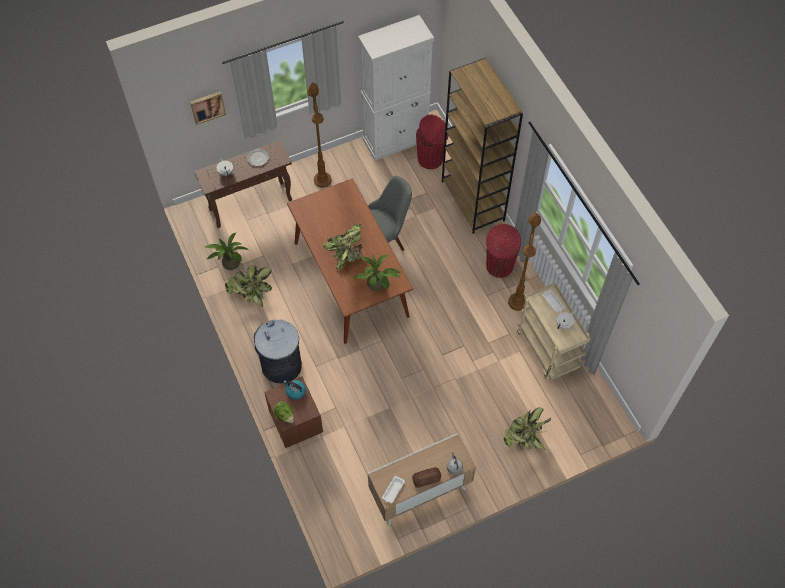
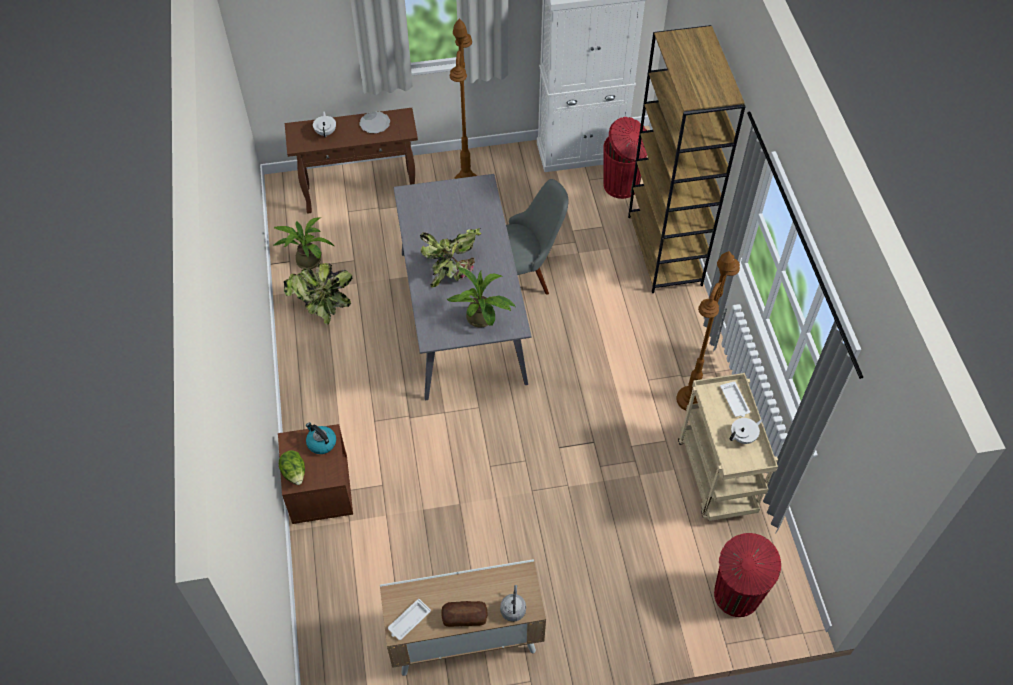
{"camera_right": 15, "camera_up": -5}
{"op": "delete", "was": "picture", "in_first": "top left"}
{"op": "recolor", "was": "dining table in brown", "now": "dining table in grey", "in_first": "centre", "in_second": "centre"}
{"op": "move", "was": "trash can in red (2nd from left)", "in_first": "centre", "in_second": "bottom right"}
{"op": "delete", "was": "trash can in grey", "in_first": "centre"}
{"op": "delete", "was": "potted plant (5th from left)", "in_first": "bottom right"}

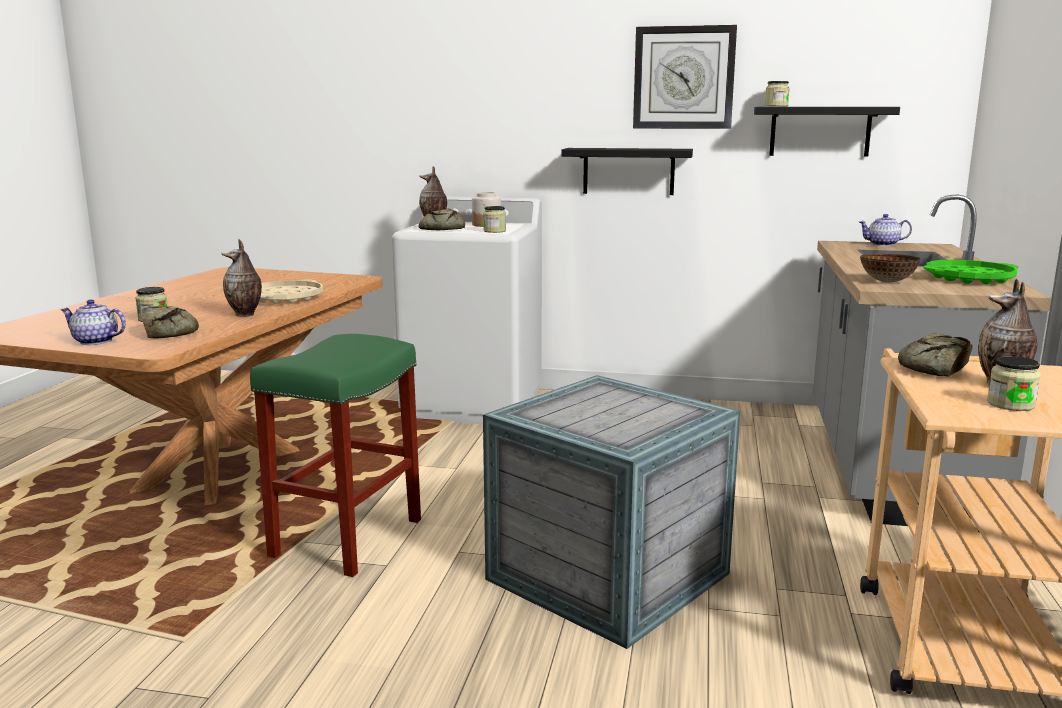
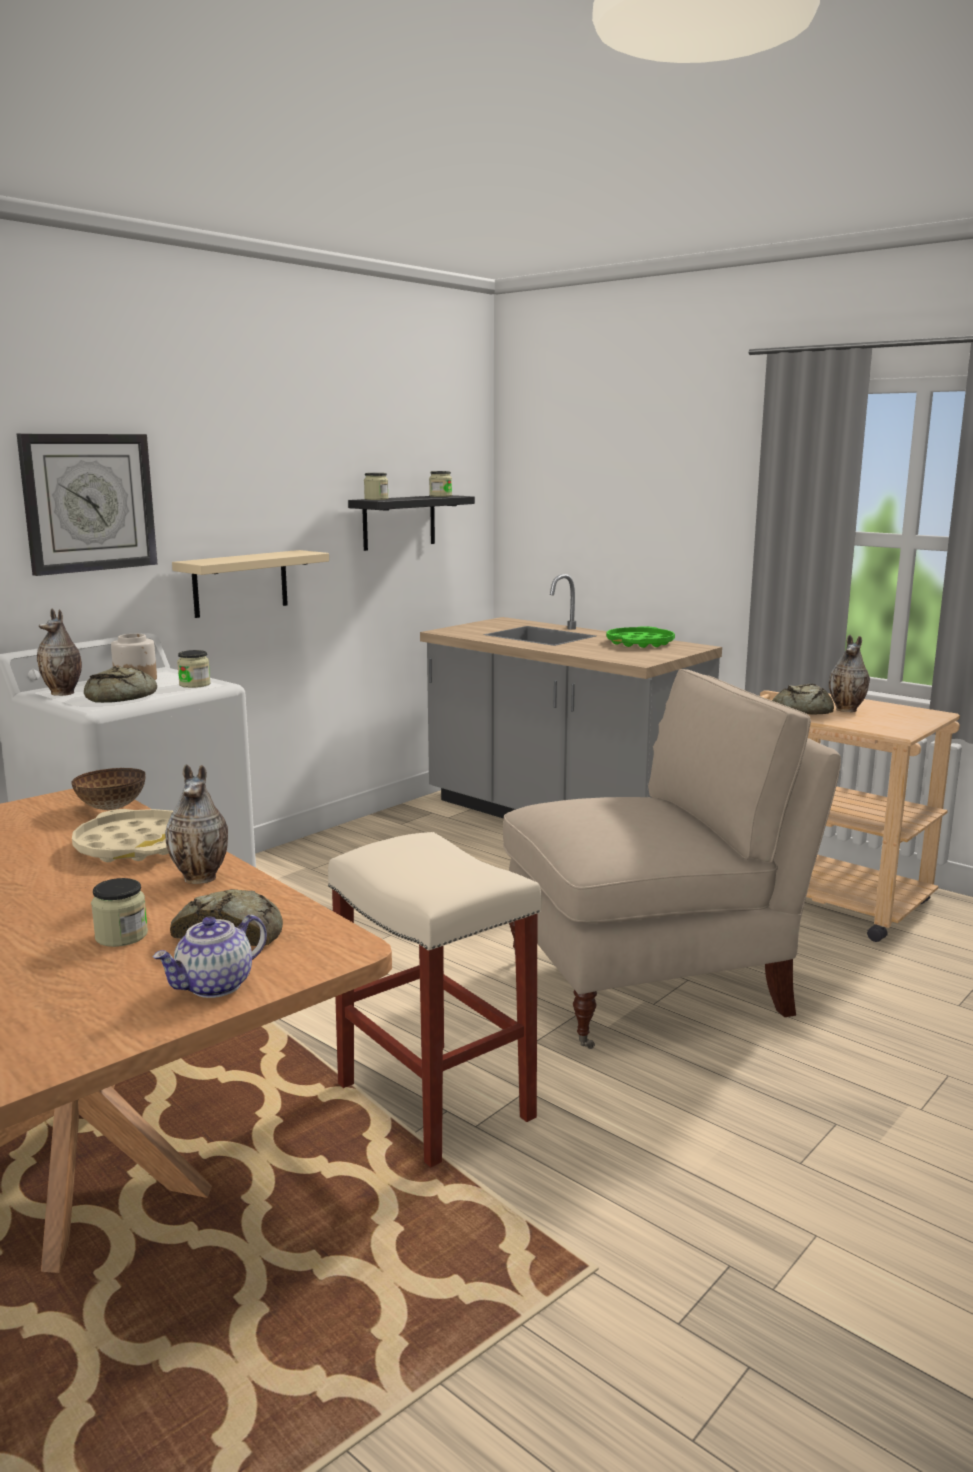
{"camera_right": -60, "camera_up": 0}
{"op": "move", "was": "wall clock", "in_first": "top centre", "in_second": "middle left"}
{"op": "recolor", "was": "shelf in black (1st from left)", "now": "shelf in beige", "in_first": "top centre", "in_second": "middle left"}
{"op": "delete", "was": "teapot (2nd from left)", "in_first": "top right"}
{"op": "move", "was": "bowl", "in_first": "middle right", "in_second": "middle left"}
{"op": "recolor", "was": "stool in green", "now": "stool in beige", "in_first": "middle left", "in_second": "bottom centre"}
{"op": "move", "was": "jar (5th from left)", "in_first": "middle right", "in_second": "top centre"}
{"op": "replace", "was": "crate", "now": "chair in beige", "in_first": "bottom centre", "in_second": "middle right"}

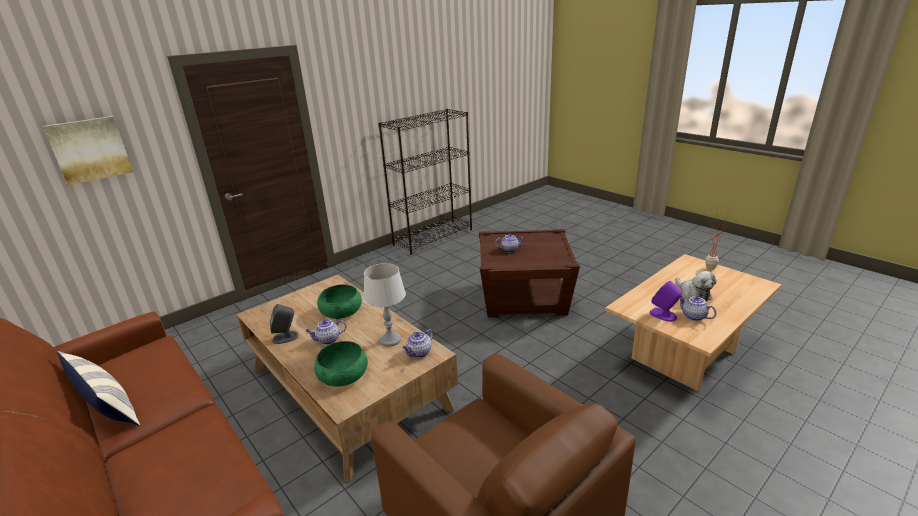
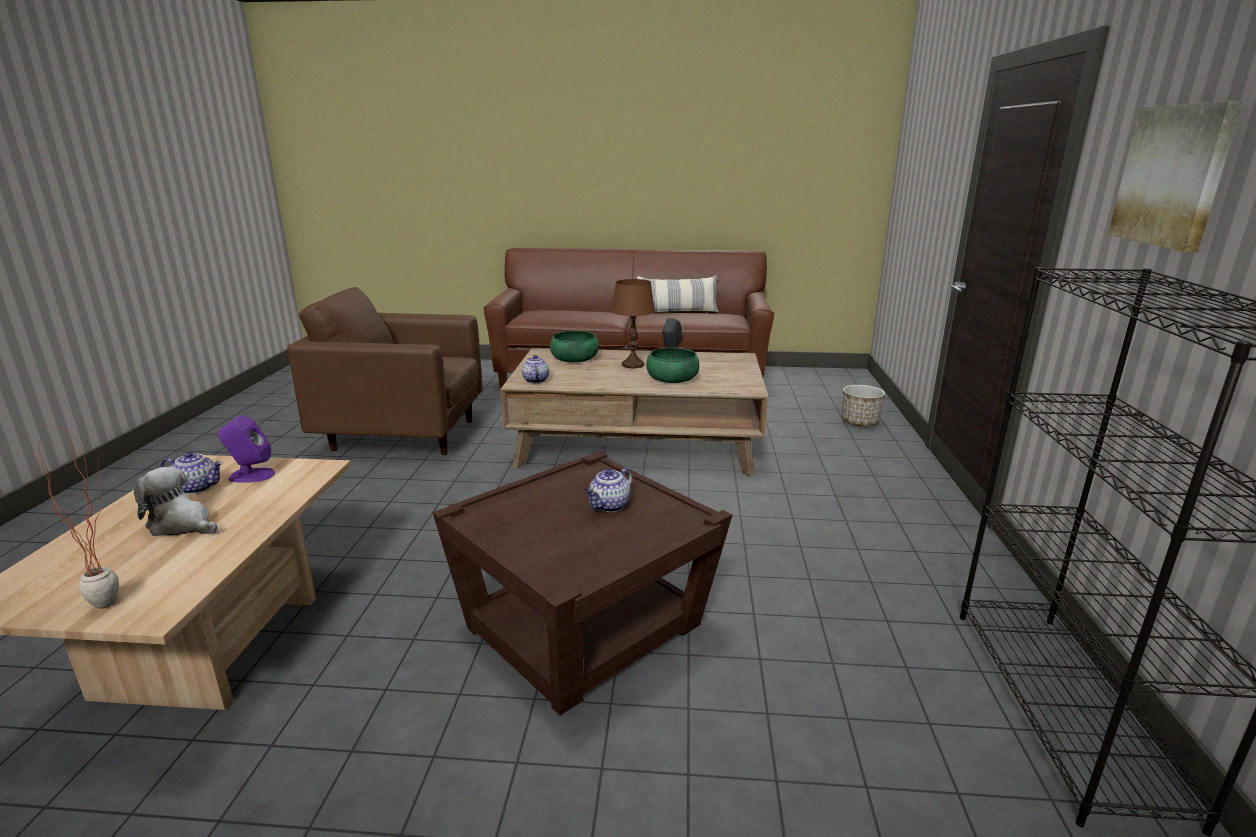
{"camera_right": 135, "camera_up": -5}
{"op": "move", "was": "picture", "in_first": "top left", "in_second": "top right"}
{"op": "delete", "was": "table lamp in grey", "in_first": "centre"}
{"op": "replace", "was": "teapot (1st from left)", "now": "table lamp in brown", "in_first": "centre", "in_second": "centre"}
{"op": "insert", "now": "planter", "in_second": "middle right"}

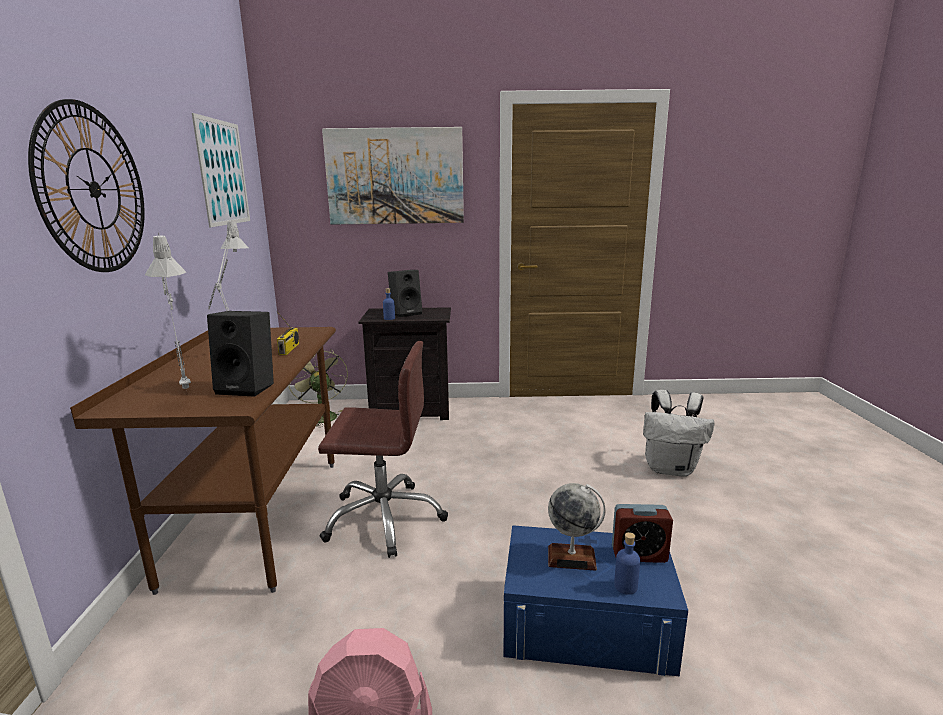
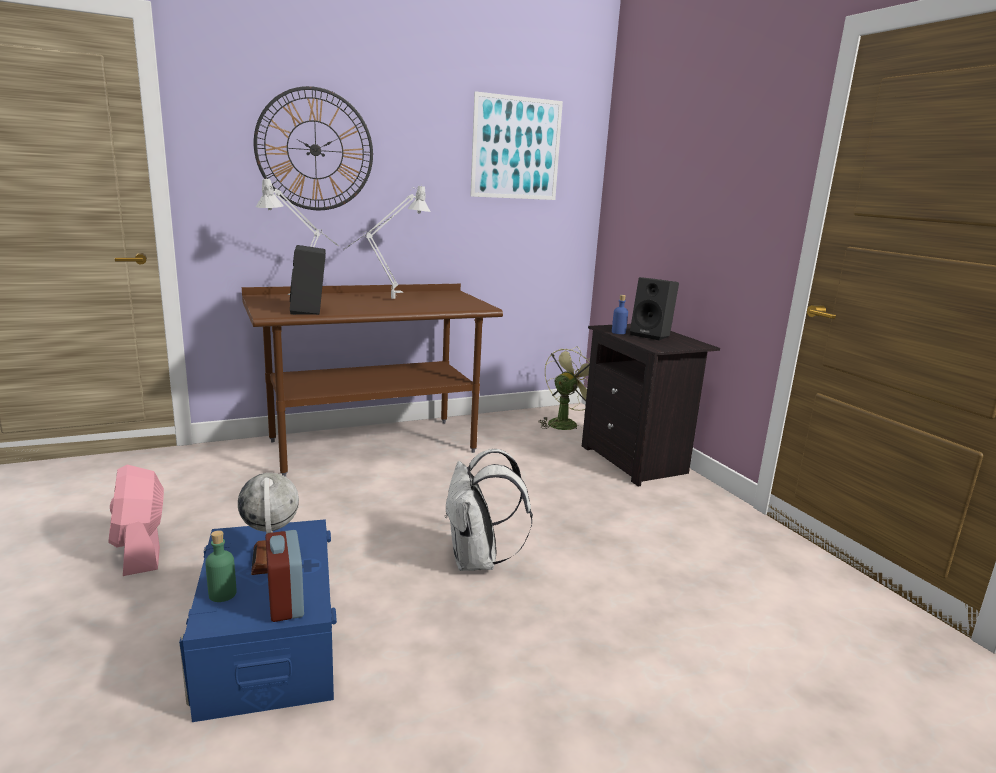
{"camera_right": 65, "camera_up": 0}
{"op": "delete", "was": "picture (2nd from left)", "in_first": "top centre"}
{"op": "delete", "was": "radio", "in_first": "middle left"}
{"op": "delete", "was": "office chair in brown", "in_first": "centre"}
{"op": "move", "was": "backpack in white", "in_first": "middle right", "in_second": "centre"}
{"op": "recolor", "was": "bottle in blue (2nd from left)", "now": "bottle in green", "in_first": "bottom centre", "in_second": "bottom left"}

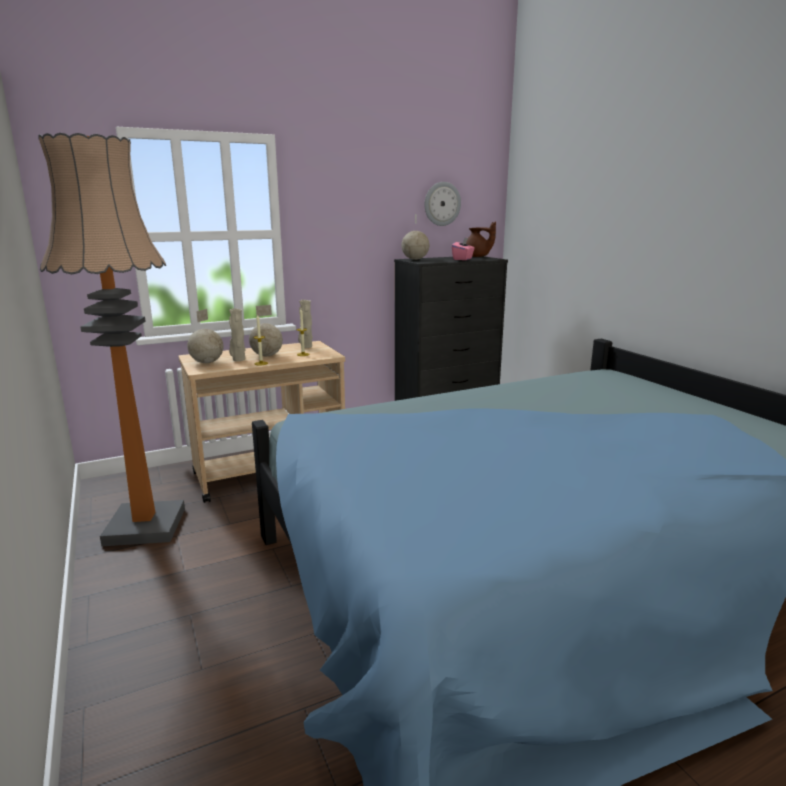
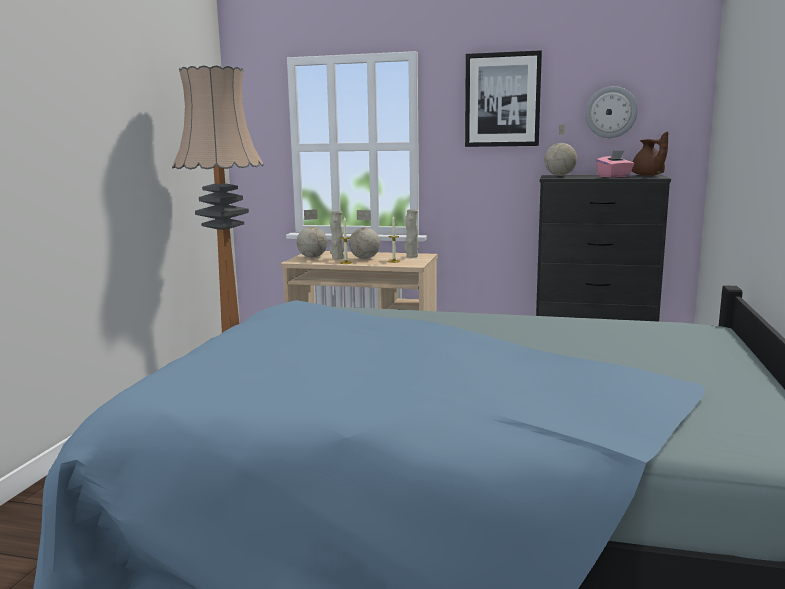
{"camera_right": 40, "camera_up": -5}
{"op": "insert", "now": "picture", "in_second": "top centre"}

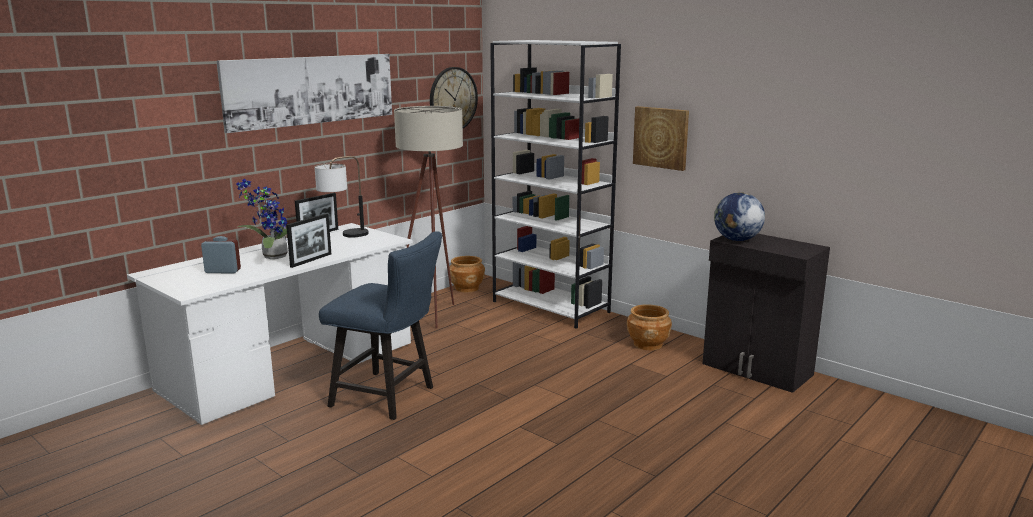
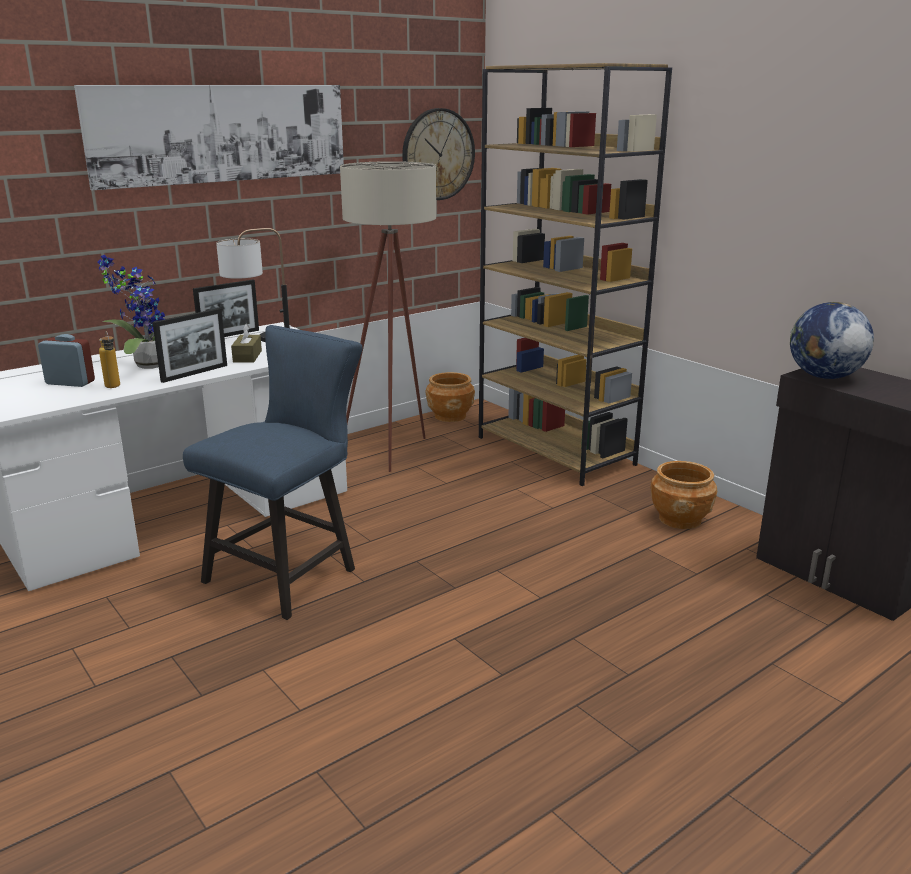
{"camera_right": 10, "camera_up": 5}
{"op": "recolor", "was": "bookcase in white", "now": "bookcase in brown", "in_first": "centre", "in_second": "top centre"}
{"op": "delete", "was": "picture (2nd from left)", "in_first": "top centre"}
{"op": "rotate", "was": "chair in blue", "in_first": "centre", "in_second": "middle left", "clockwise": -90}
{"op": "insert", "now": "tissue box in brown", "in_second": "middle left"}
{"op": "insert", "now": "bottle", "in_second": "middle left"}

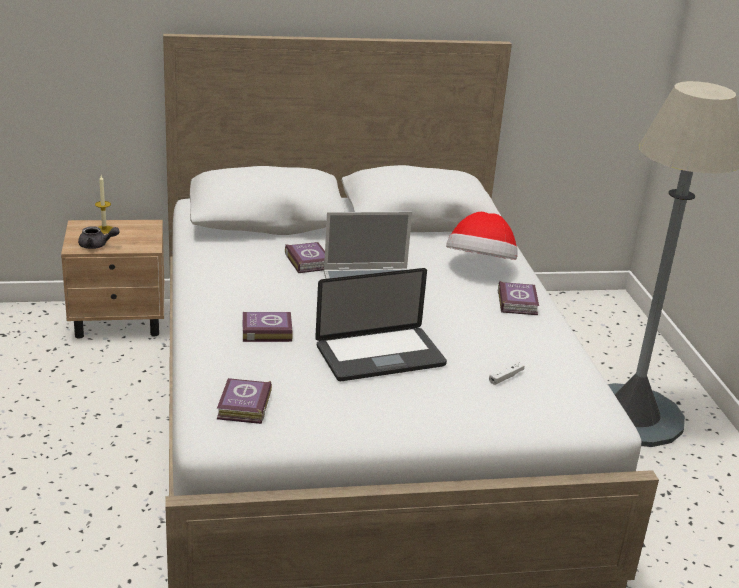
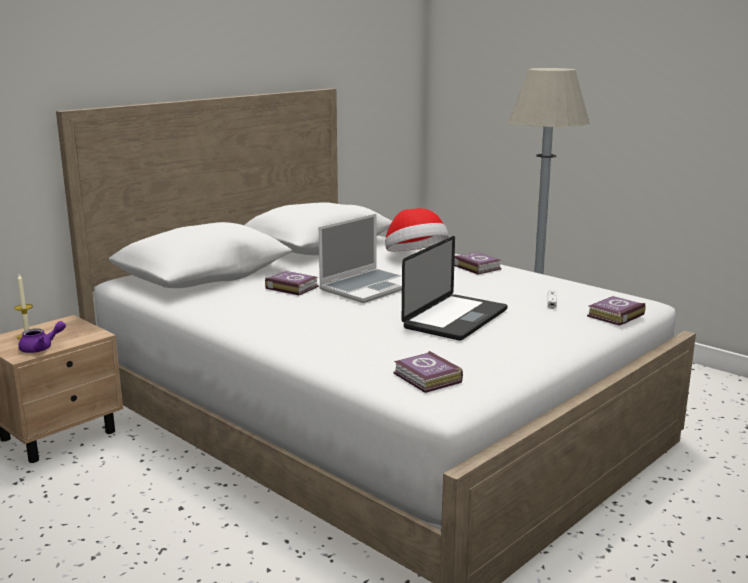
{"camera_right": -35, "camera_up": -10}
{"op": "recolor", "was": "teapot in grey", "now": "teapot in purple", "in_first": "middle left", "in_second": "middle left"}
{"op": "move", "was": "book (2nd from left in the first image)", "now": "book (4th from left)", "in_first": "centre", "in_second": "middle right"}

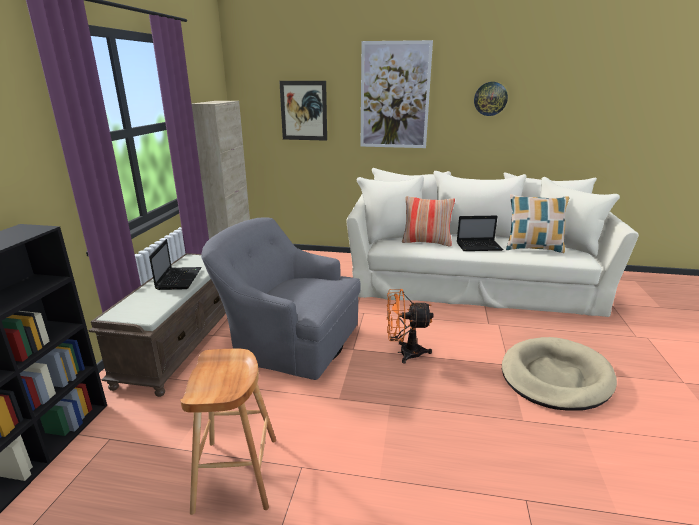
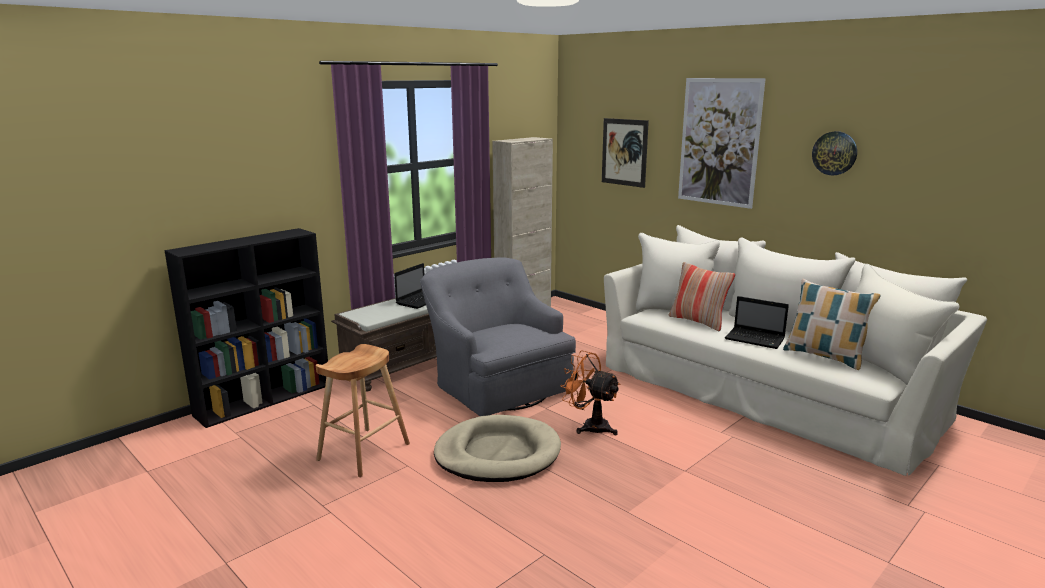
{"camera_right": 35, "camera_up": -5}
{"op": "move", "was": "dog bed in beige", "in_first": "bottom right", "in_second": "bottom centre"}

